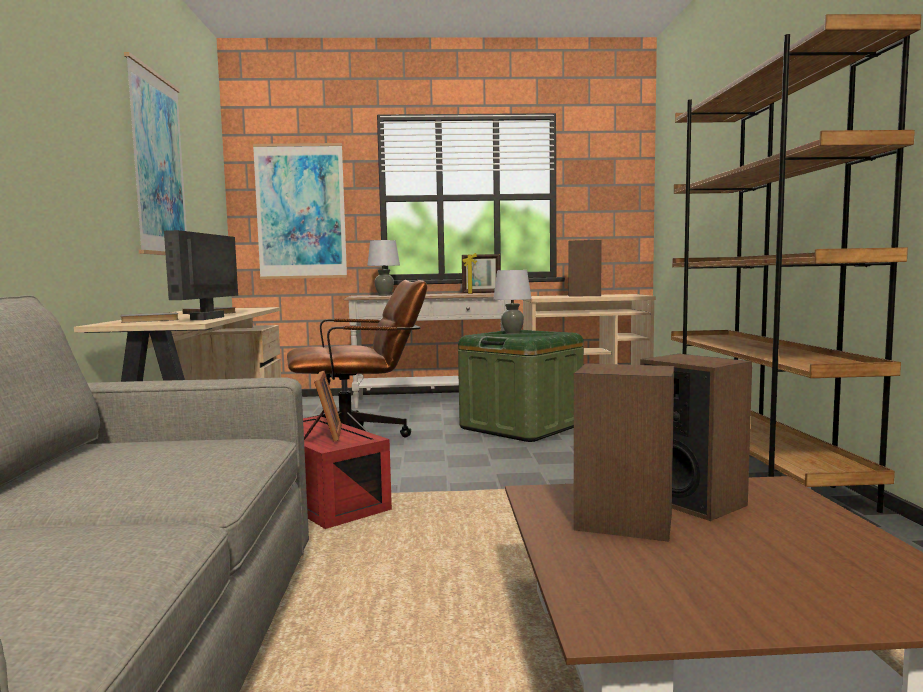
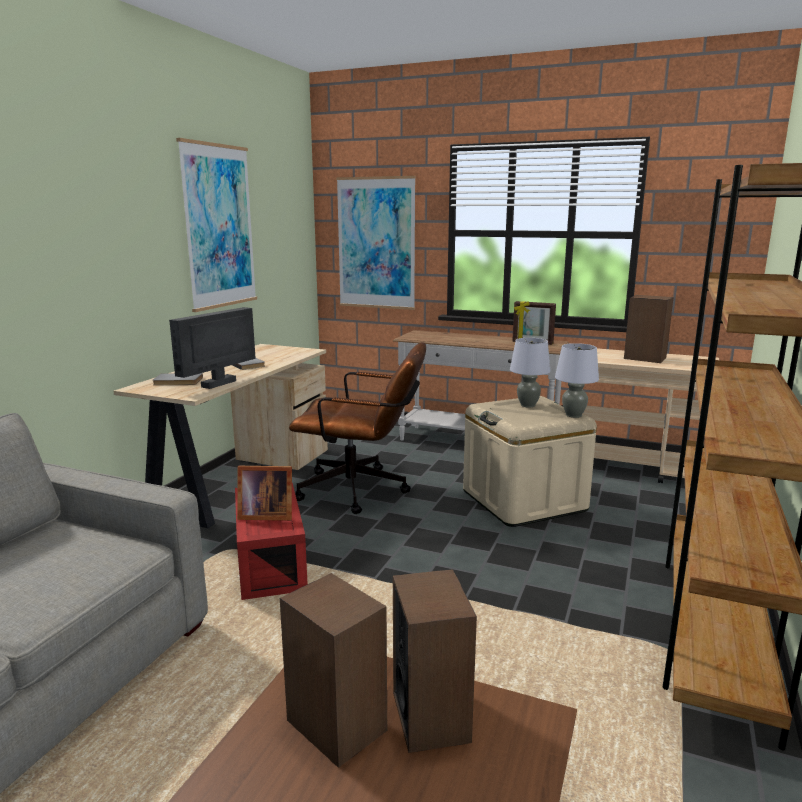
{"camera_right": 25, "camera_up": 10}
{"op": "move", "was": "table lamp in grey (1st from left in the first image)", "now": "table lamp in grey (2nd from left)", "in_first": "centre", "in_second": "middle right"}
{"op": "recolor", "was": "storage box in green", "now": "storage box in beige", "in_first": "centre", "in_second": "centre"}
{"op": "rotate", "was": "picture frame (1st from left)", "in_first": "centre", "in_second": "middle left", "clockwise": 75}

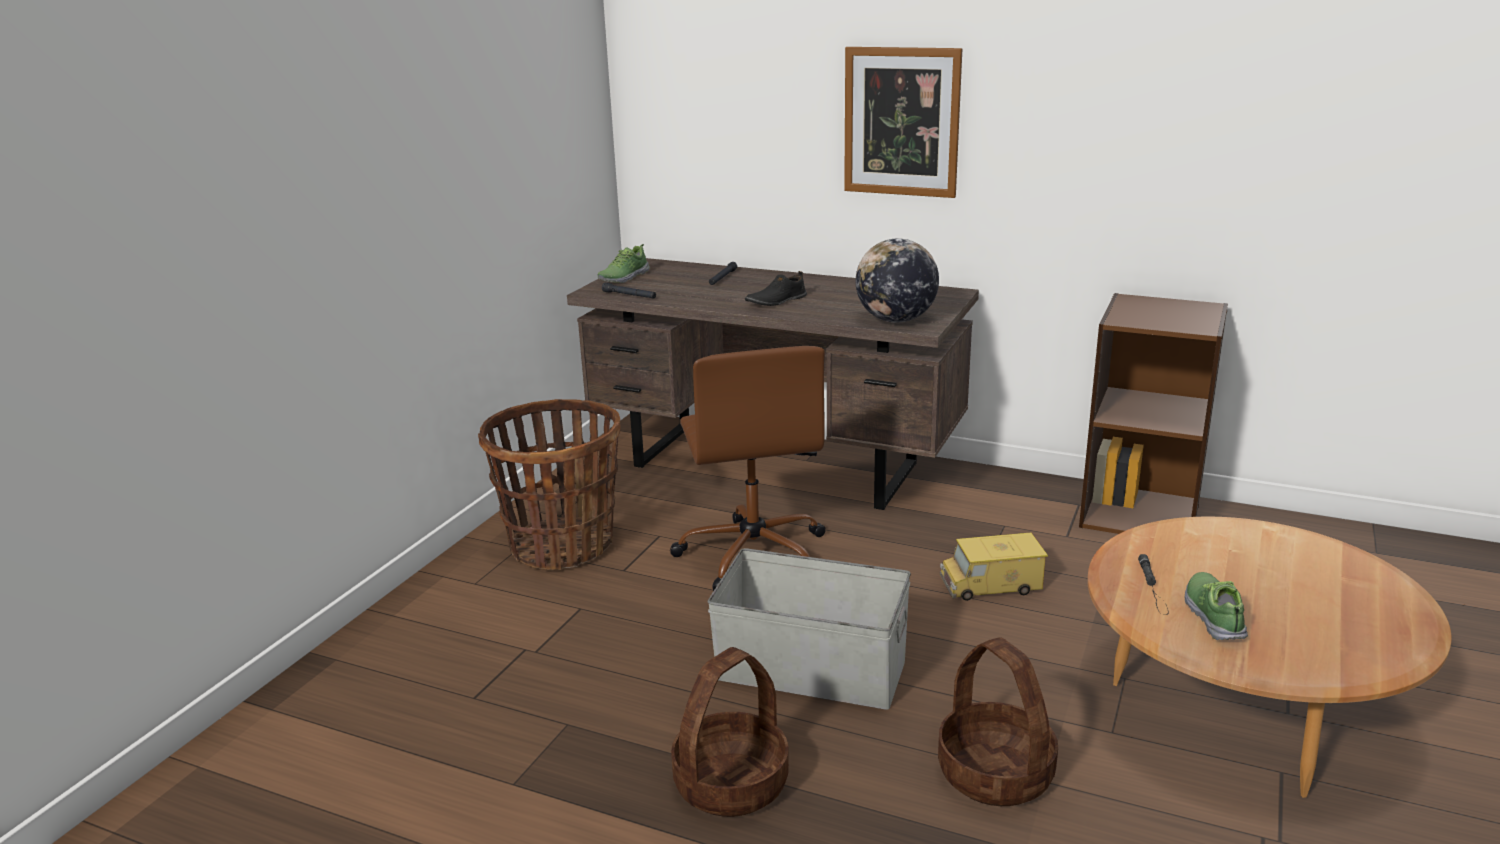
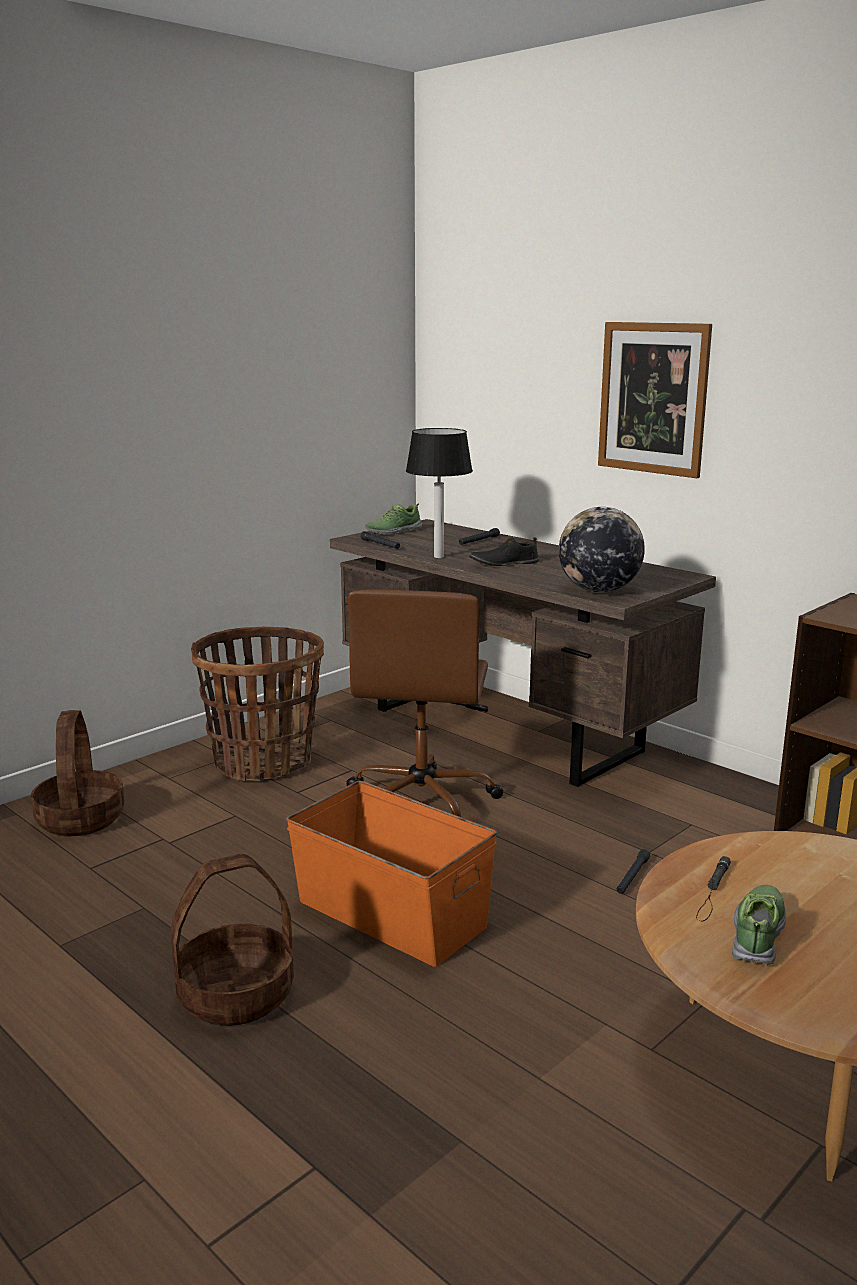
{"camera_right": 20, "camera_up": -5}
{"op": "replace", "was": "toy truck", "now": "flashlight in black (3rd from left)", "in_first": "bottom centre", "in_second": "bottom right"}
{"op": "recolor", "was": "storage box in grey", "now": "storage box in orange", "in_first": "bottom centre", "in_second": "bottom centre"}
{"op": "move", "was": "basket (3rd from left in the first image)", "now": "basket (1st from left)", "in_first": "bottom centre", "in_second": "middle left"}
{"op": "insert", "now": "table lamp", "in_second": "centre"}

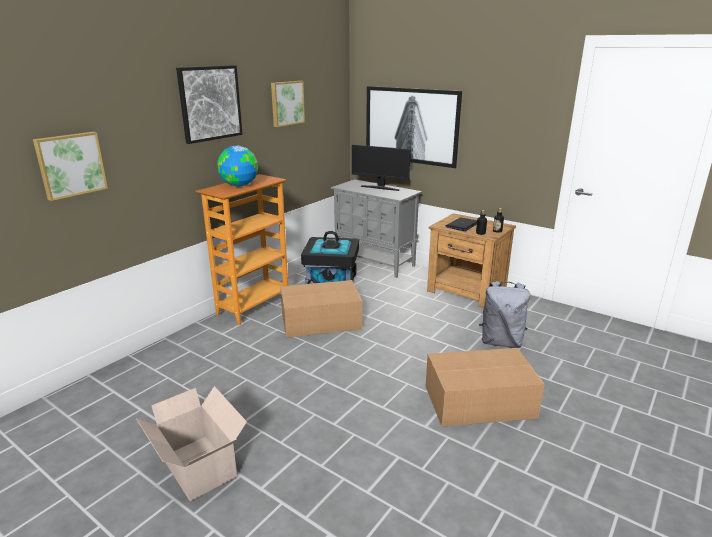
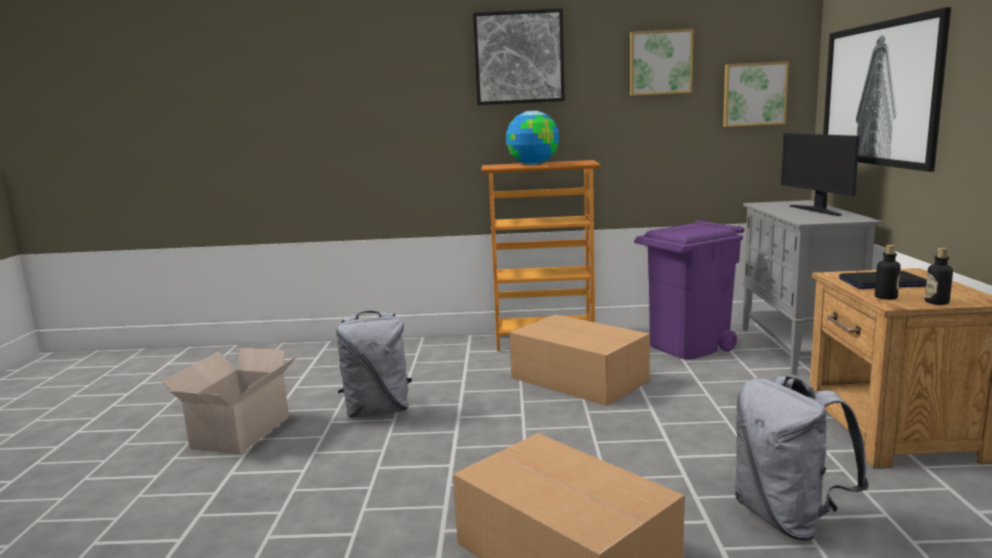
{"camera_right": 55, "camera_up": -10}
{"op": "move", "was": "picture (1st from left in the first image)", "now": "picture (3rd from left)", "in_first": "top left", "in_second": "top right"}
{"op": "replace", "was": "storage box in black", "now": "trash can in purple", "in_first": "centre", "in_second": "middle right"}
{"op": "insert", "now": "backpack in grey (1st from left)", "in_second": "centre"}

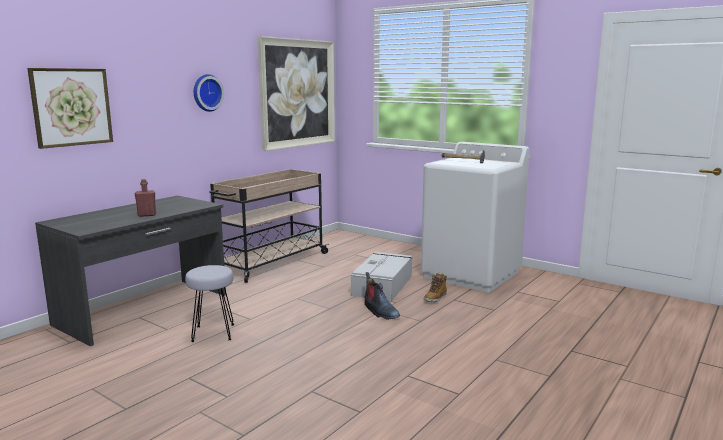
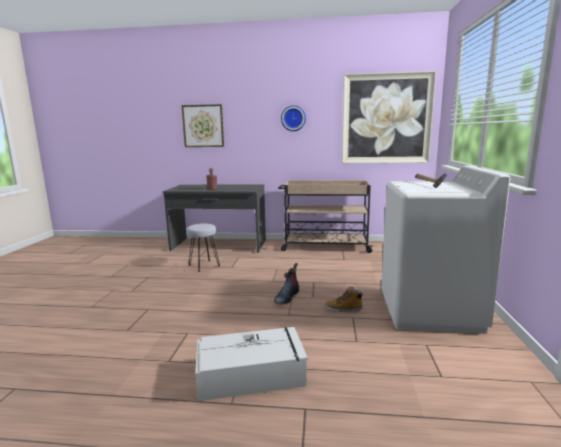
{"camera_right": 60, "camera_up": 0}
{"op": "move", "was": "storage box in grey", "in_first": "centre", "in_second": "bottom centre"}

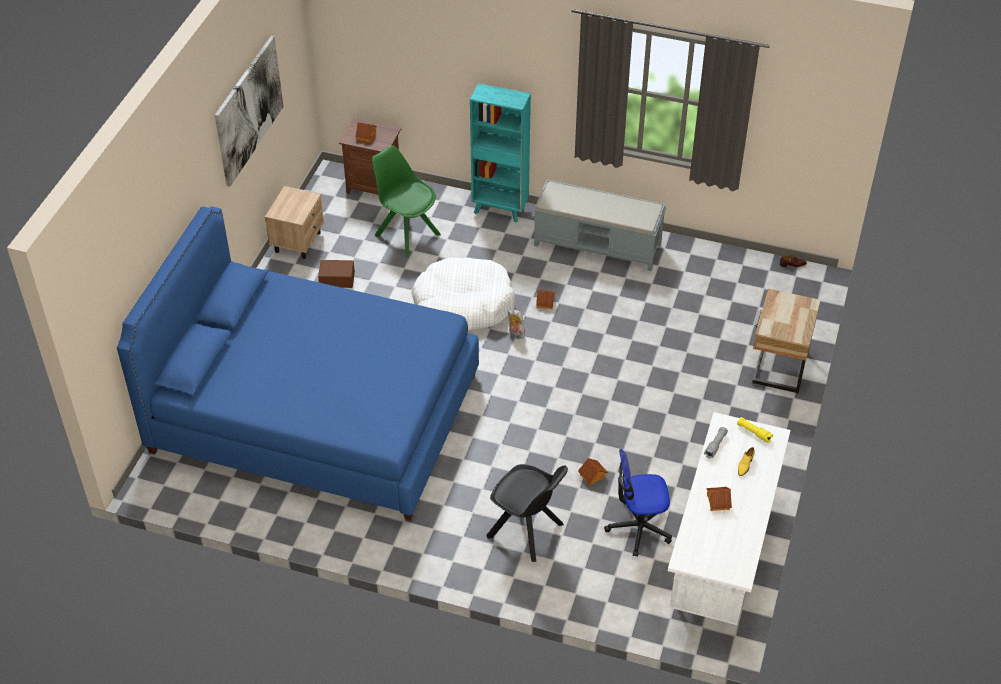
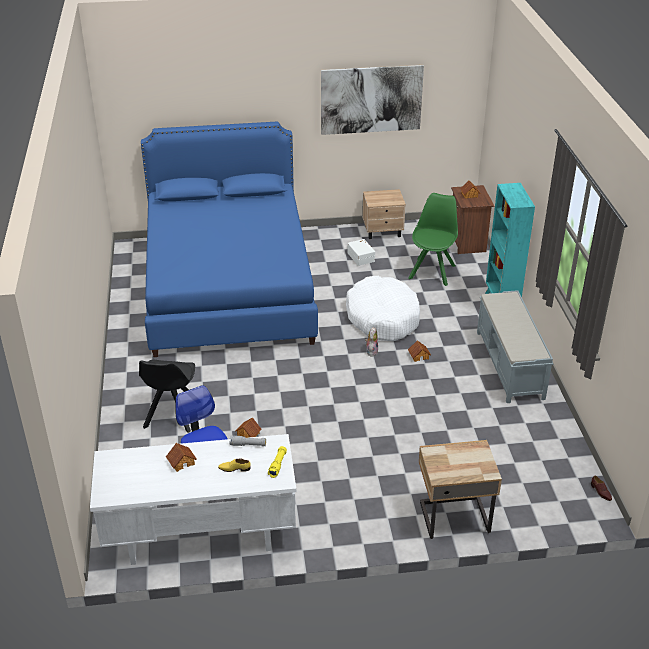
{"camera_right": 65, "camera_up": -10}
{"op": "recolor", "was": "storage box in brown", "now": "storage box in white", "in_first": "centre", "in_second": "centre"}

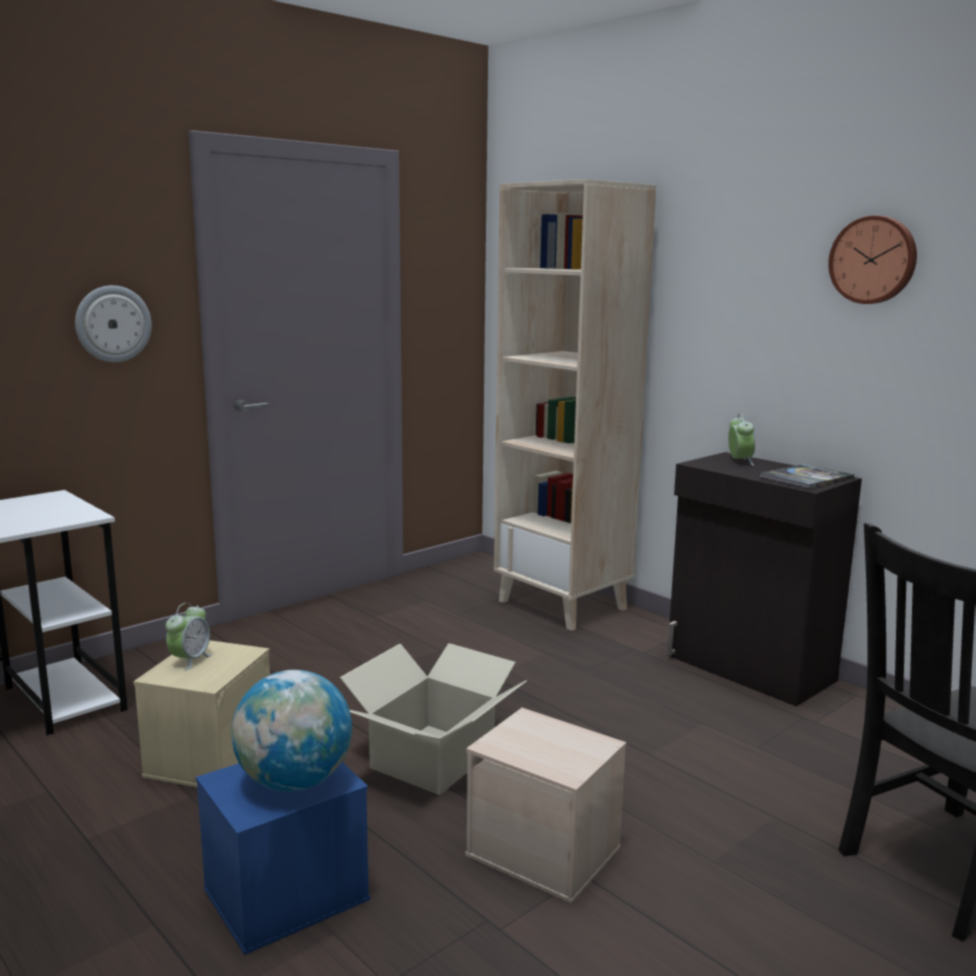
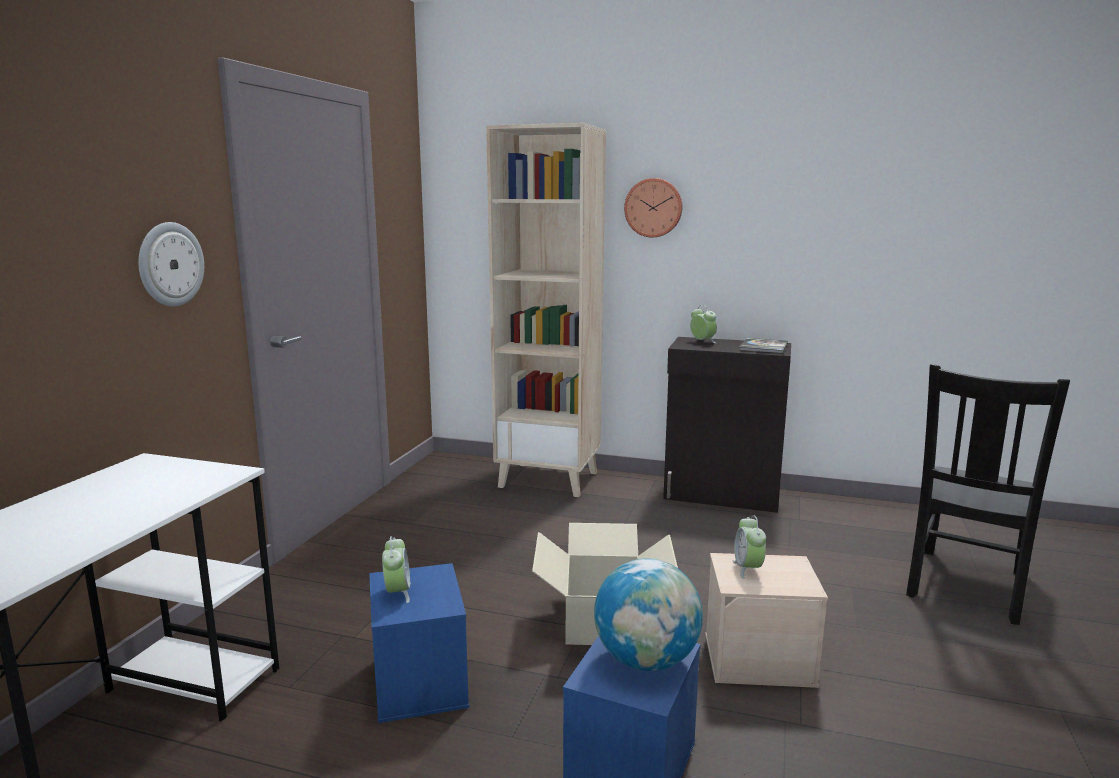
{"camera_right": -30, "camera_up": 0}
{"op": "move", "was": "wall clock (2nd from left)", "in_first": "top right", "in_second": "top centre"}
{"op": "recolor", "was": "storage box in beige (1st from left)", "now": "storage box in blue (1st from left)", "in_first": "bottom left", "in_second": "bottom centre"}
{"op": "insert", "now": "alarm clock (3rd from left)", "in_second": "bottom right"}

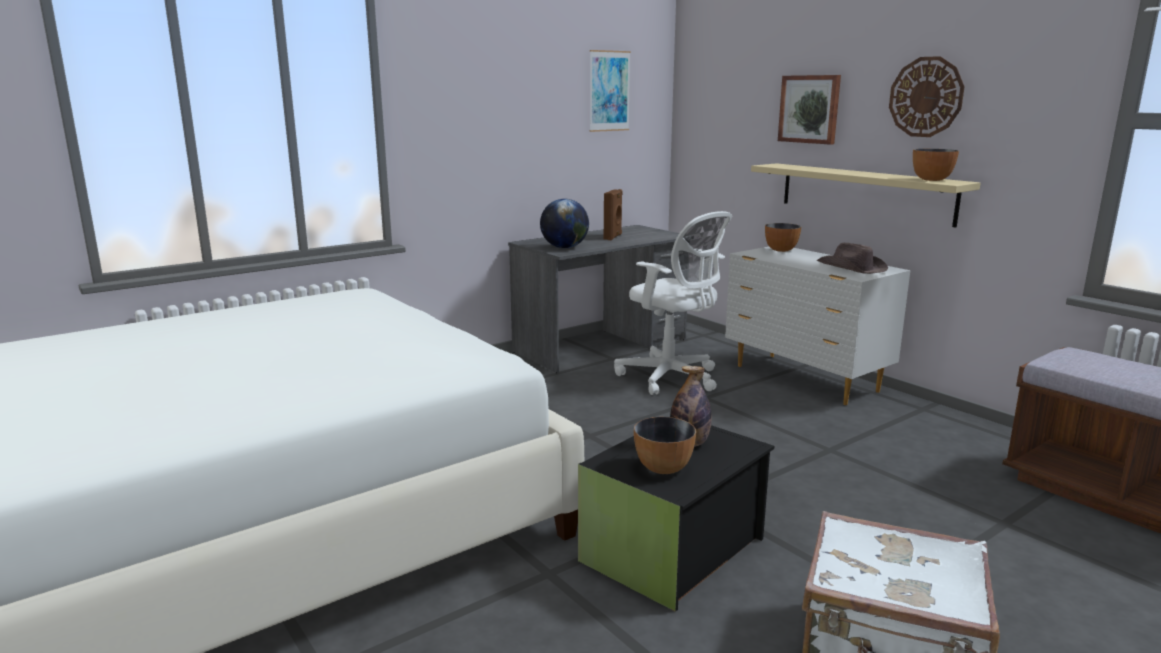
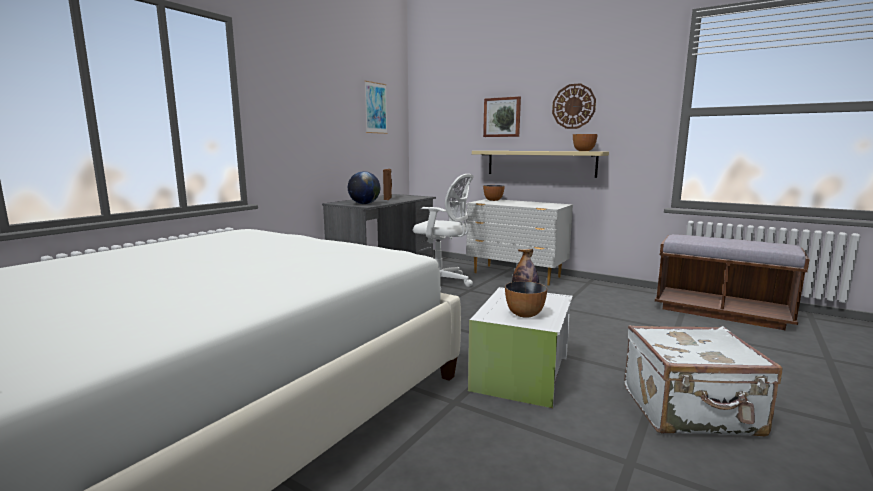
{"camera_right": -20, "camera_up": -5}
{"op": "delete", "was": "hat in brown", "in_first": "middle right"}
{"op": "recolor", "was": "storage box in black", "now": "storage box in white", "in_first": "bottom centre", "in_second": "bottom centre"}

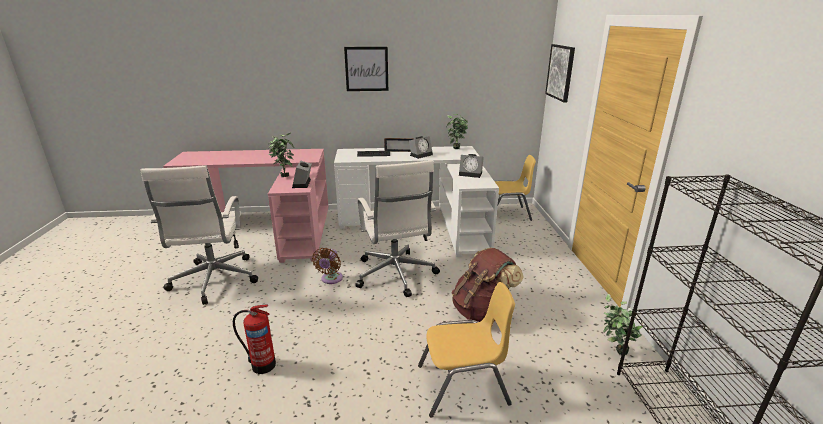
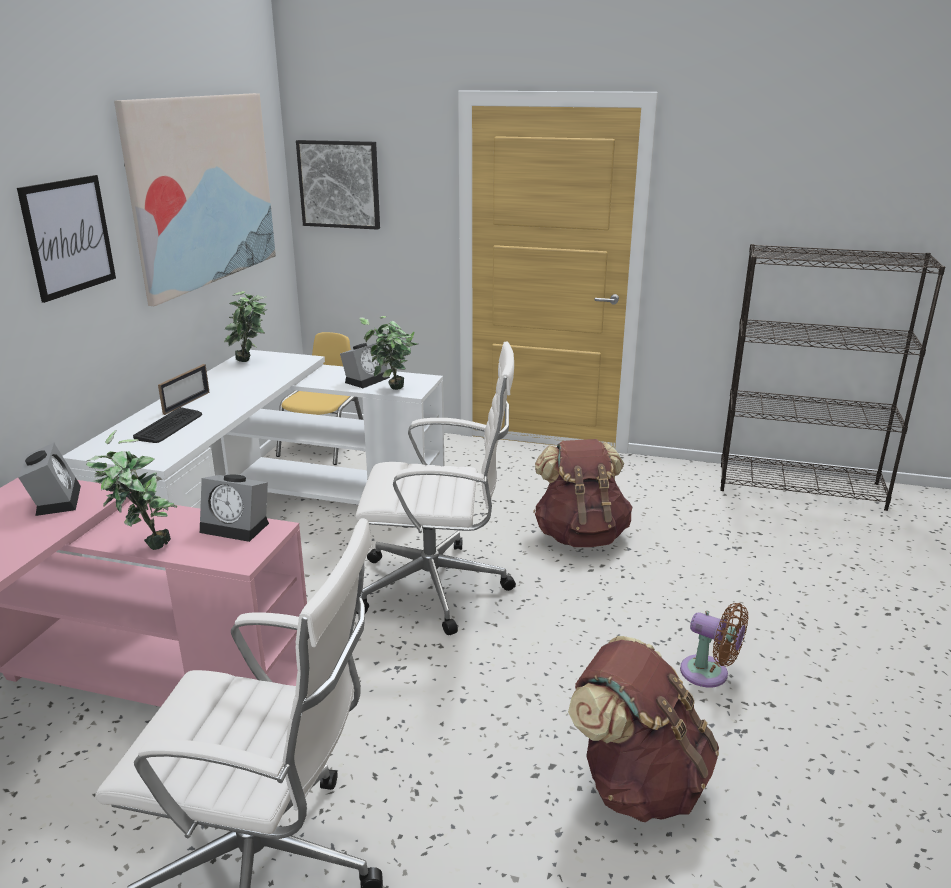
{"camera_right": -70, "camera_up": 0}
{"op": "move", "was": "alarm clock (2nd from left in the first image)", "now": "alarm clock (1st from left)", "in_first": "centre", "in_second": "middle left"}
{"op": "move", "was": "fan in brown", "in_first": "centre", "in_second": "bottom right"}
{"op": "delete", "was": "chair in yellow (1st from left)", "in_first": "bottom centre"}
{"op": "move", "was": "potted plant (3rd from left)", "in_first": "bottom right", "in_second": "centre"}
{"op": "replace", "was": "fire extinguisher", "now": "backpack in brown (2nd from left)", "in_first": "bottom left", "in_second": "bottom right"}
{"op": "insert", "now": "picture (2nd from left)", "in_second": "top left"}

